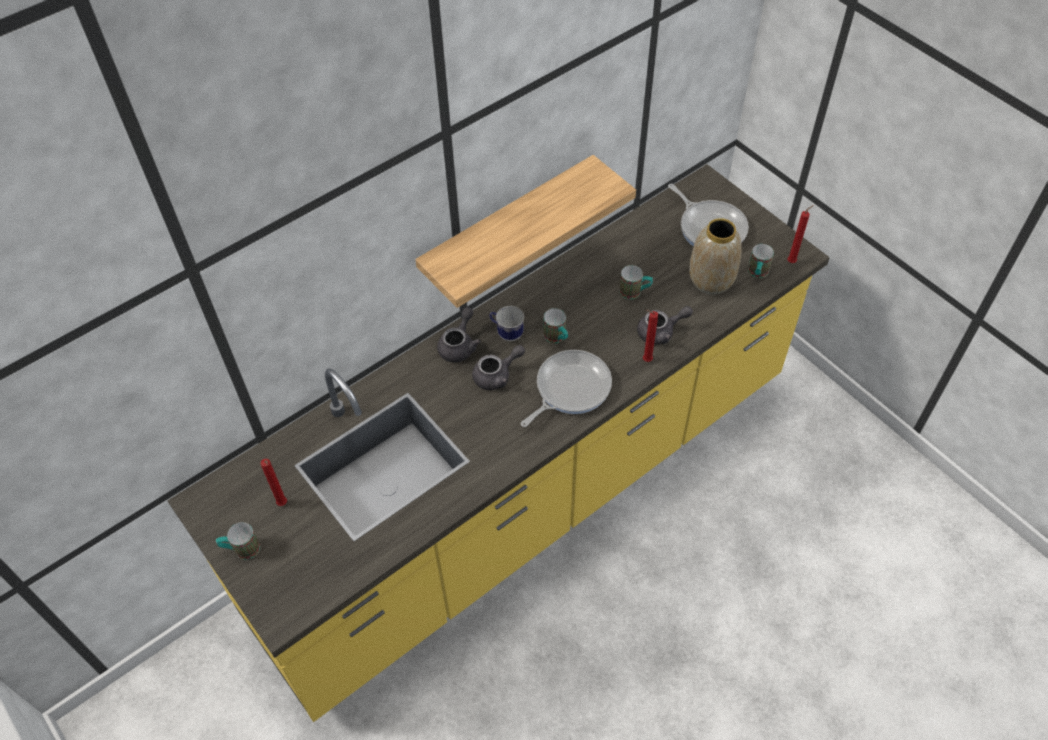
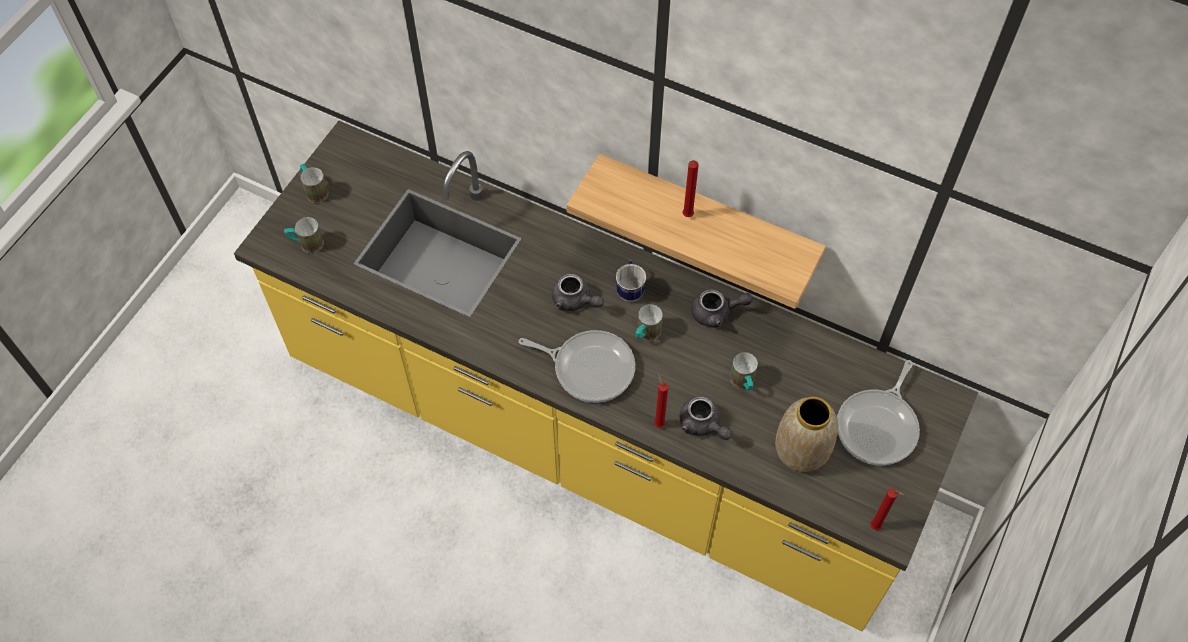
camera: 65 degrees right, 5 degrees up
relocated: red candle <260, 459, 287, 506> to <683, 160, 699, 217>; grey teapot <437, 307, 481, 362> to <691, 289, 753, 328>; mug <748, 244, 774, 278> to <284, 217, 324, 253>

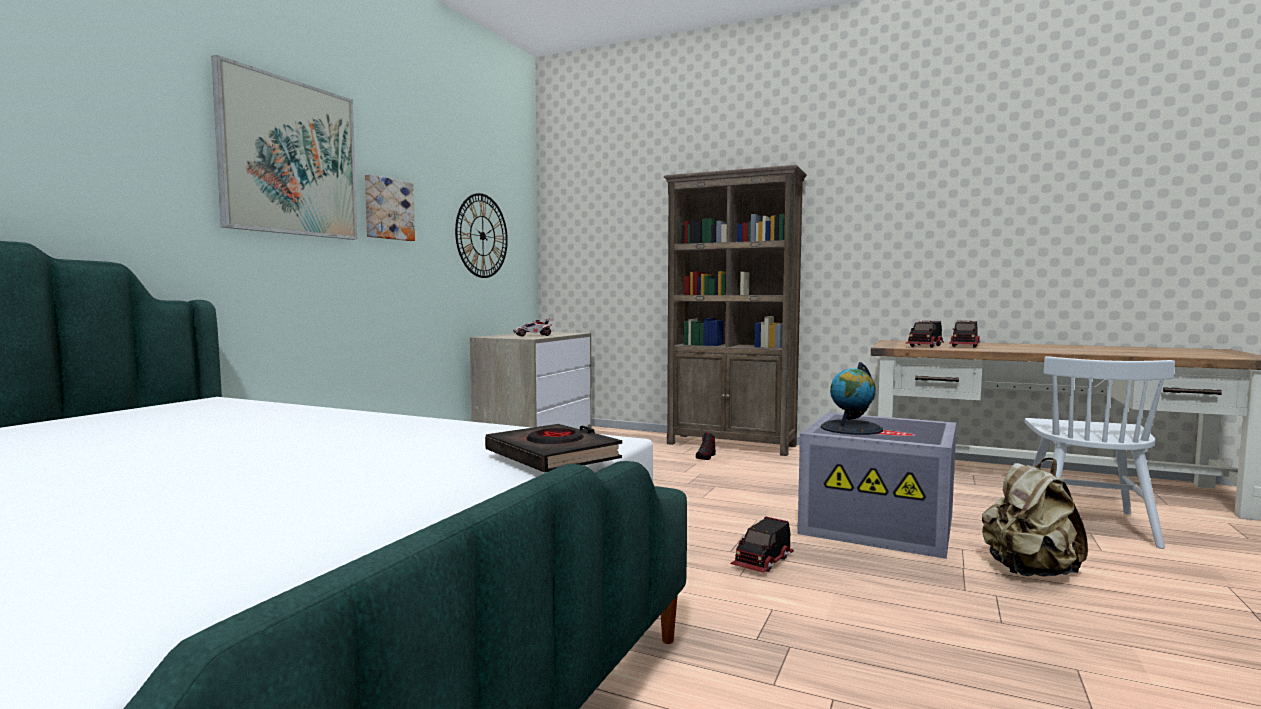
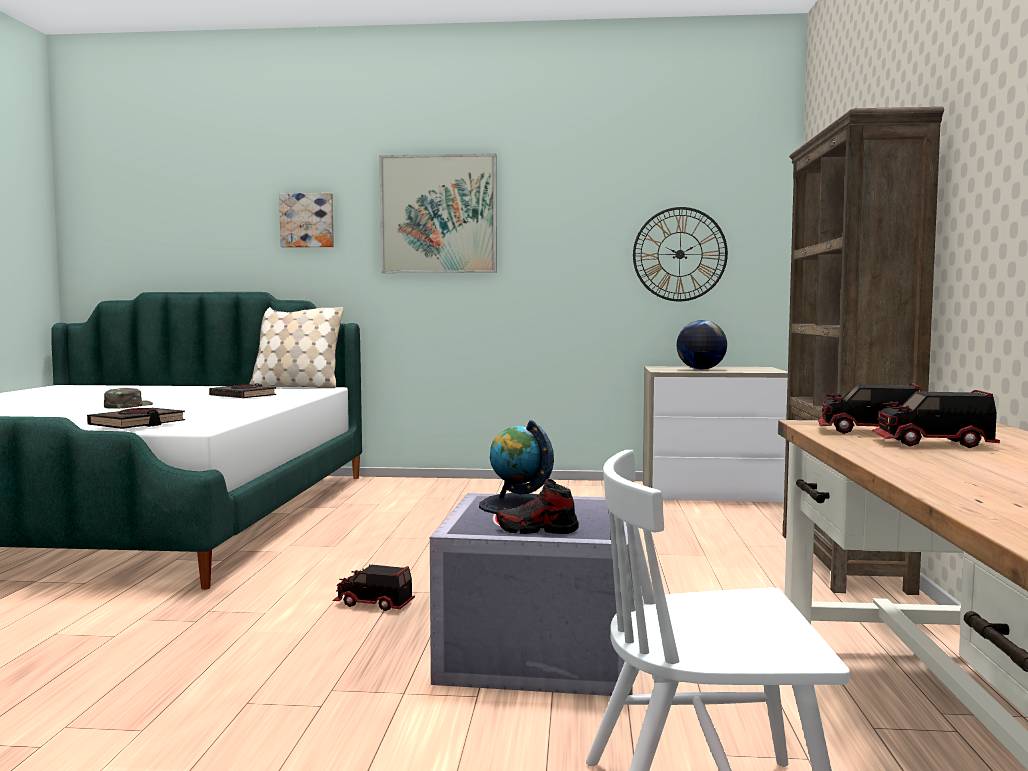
camera: 70 degrees right, 0 degrees up
missing: beige backpack <982, 458, 1088, 576>
appeared: green cap <104, 388, 153, 409>; black book <209, 383, 276, 398>; beige pillow <250, 307, 344, 388>
relocated: picture <365, 174, 415, 241> to <279, 193, 334, 248>; shoe <696, 432, 716, 460> to <496, 479, 579, 534>
exchanged: toy car <513, 318, 553, 337> to globe <676, 320, 727, 370>

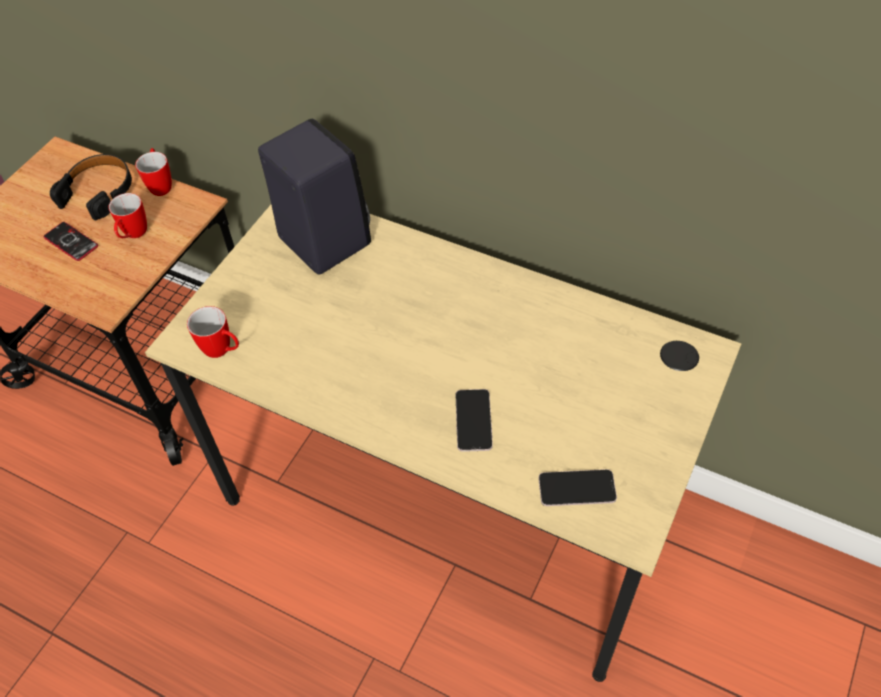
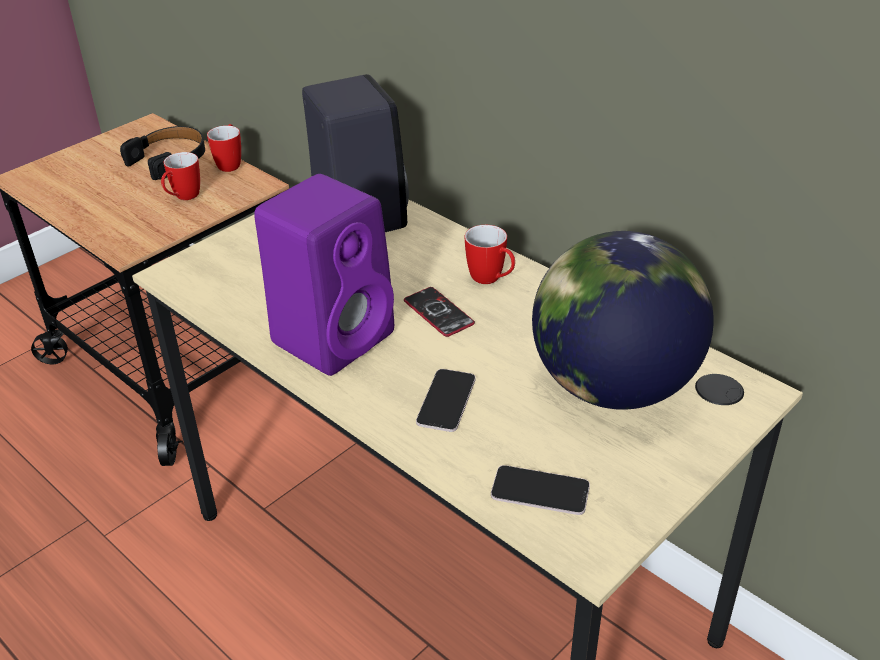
camera: 15 degrees right, 15 degrees down
appeared: purple speaker <254, 174, 394, 376>; globe <532, 231, 714, 410>
relocated: phone <43, 222, 98, 261> to <404, 287, 475, 337>; mug <187, 306, 239, 358> to <465, 225, 515, 284>

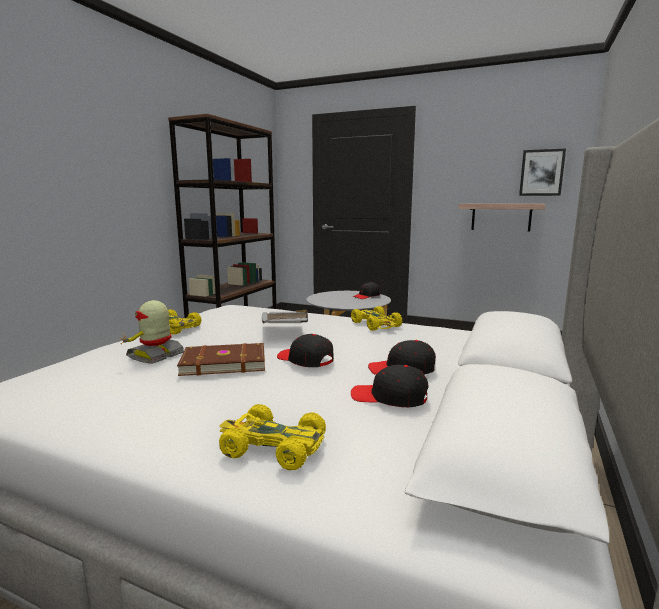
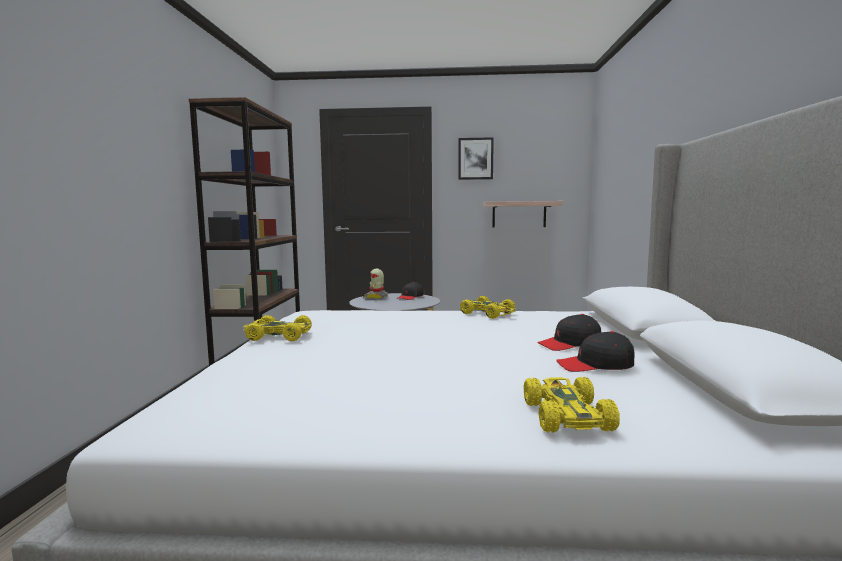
camera: 20 degrees left, 5 degrees down
missing: brown book <177, 343, 265, 376>; white book <262, 310, 308, 323>; black cap <277, 334, 334, 367>
relocated: toy robot <121, 300, 186, 364> to <363, 269, 388, 300>; picture <519, 149, 566, 196> to <458, 137, 494, 180>
spun: yellow toy car <219, 404, 326, 470> = <524, 377, 620, 433> 90 degrees clockwise

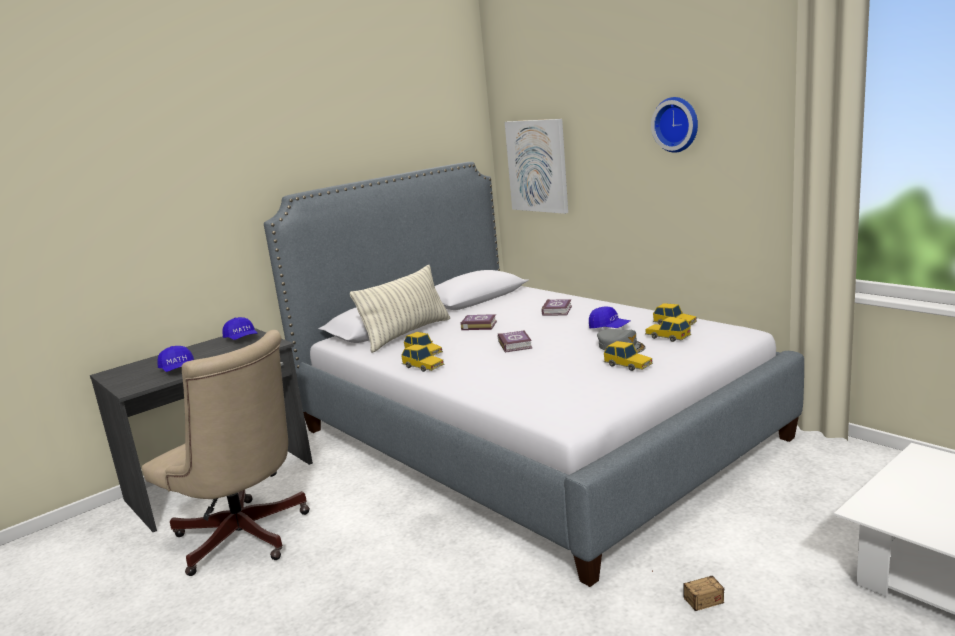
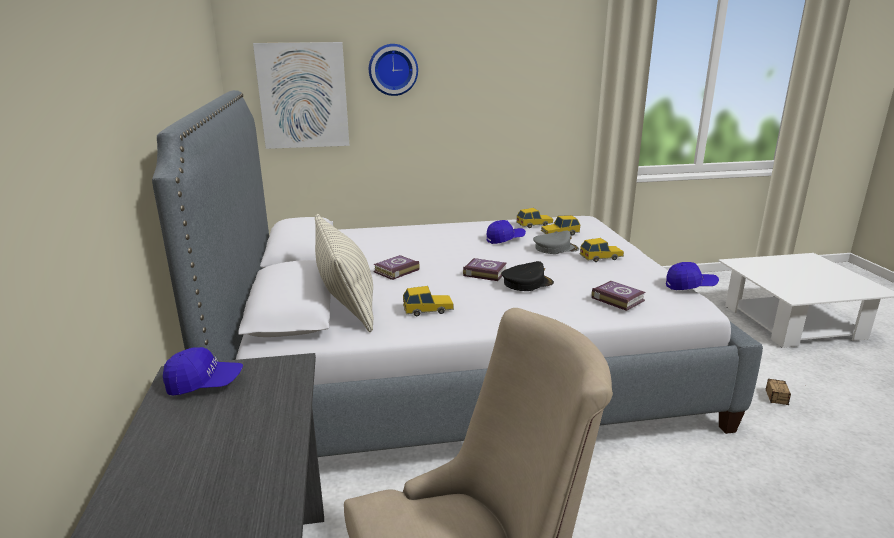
camera: 60 degrees left, 5 degrees up
missing: toy car <401, 344, 445, 372>
appeared: black cap <501, 261, 554, 291>
relocated: blue cap <157, 346, 194, 372> to <666, 262, 719, 290>; book <541, 299, 572, 316> to <591, 281, 646, 311>; wall clock <651, 97, 698, 153> to <369, 44, 418, 96>

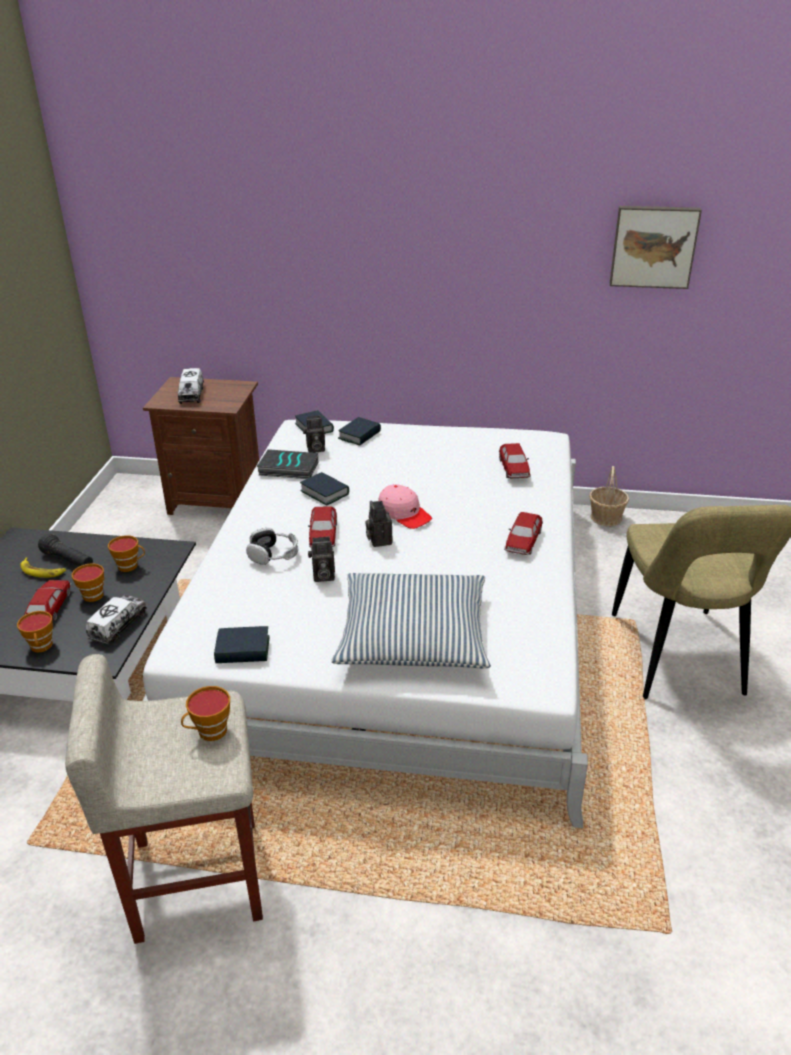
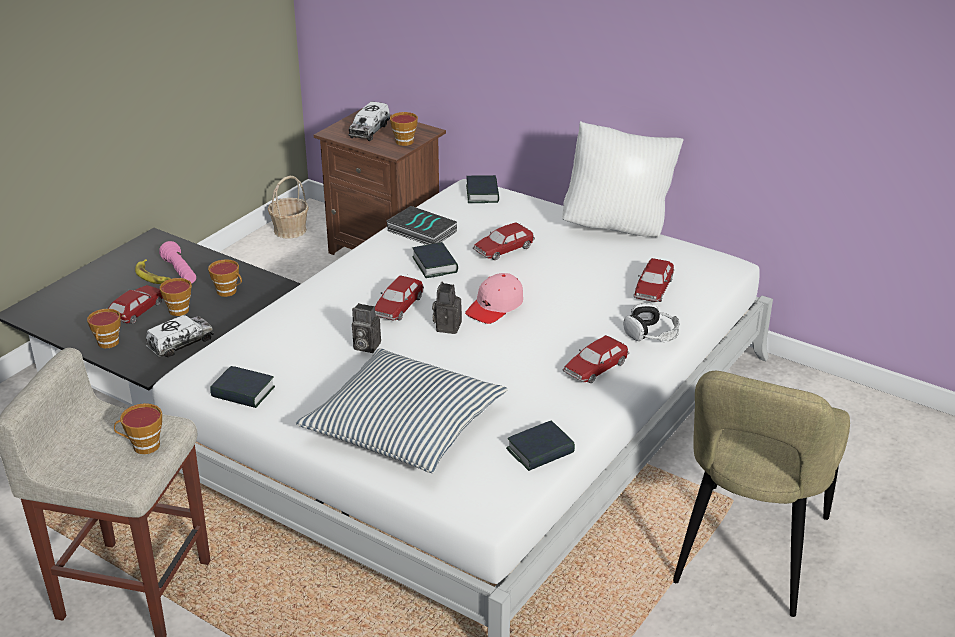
camera: 25 degrees right, 0 degrees up
missing: photo camera <303, 415, 325, 453>; picture <610, 206, 702, 289>
appeared: cup <390, 112, 418, 146>; toy car <473, 222, 535, 260>; white pillow <562, 121, 684, 237>
relocated: headphones <246, 528, 298, 565> to <623, 303, 680, 342>; book <338, 417, 381, 445> to <506, 421, 575, 471>; basket <589, 466, 629, 526> to <268, 176, 309, 239>
colour: black flashlight <38, 534, 93, 566> to pink flashlight <159, 241, 196, 284>
spun: pink cap <378, 484, 432, 529> = <465, 273, 523, 324> 60 degrees clockwise

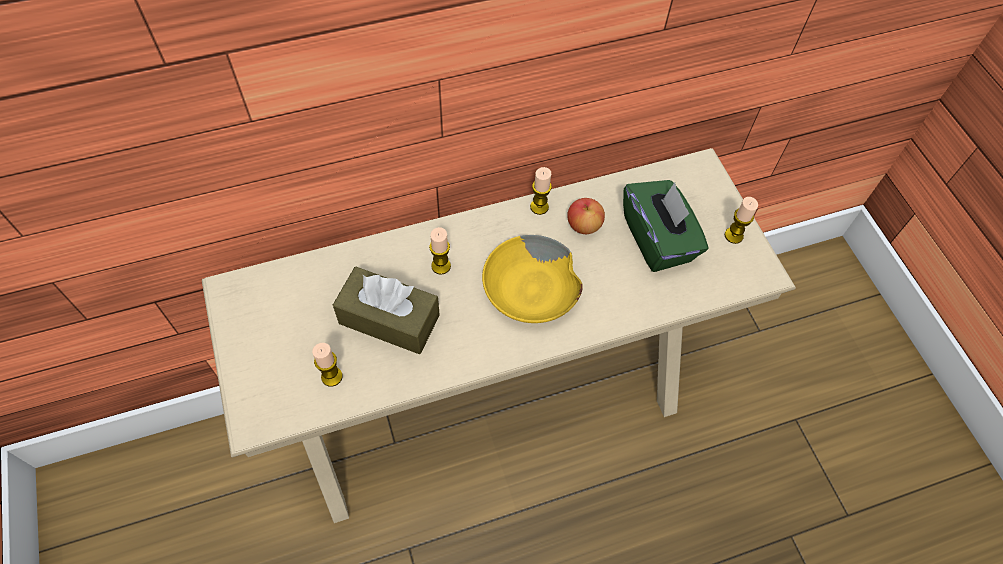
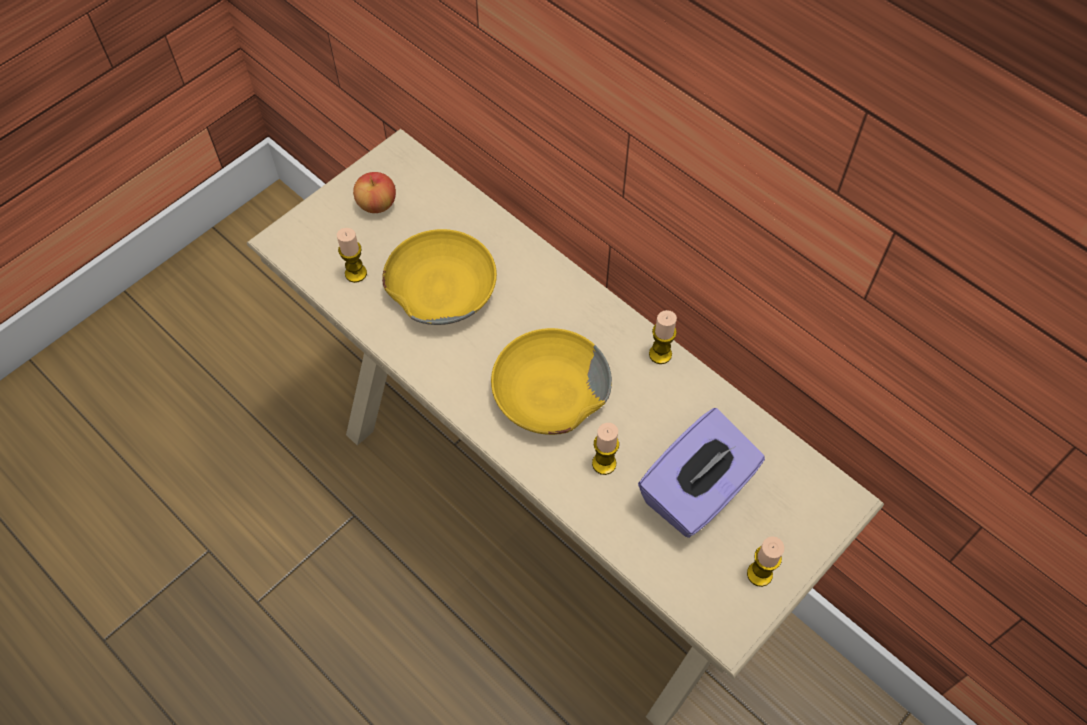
camera: 65 degrees right, 0 degrees up
relocated: candle <429, 227, 451, 275> to <592, 423, 619, 475>; apple <567, 198, 605, 234> to <353, 172, 396, 213>
exchanged: brown tissue box <333, 267, 440, 354> to yellow bowl <382, 229, 497, 325>
colour: green tissue box <623, 180, 708, 272> to purple tissue box <638, 408, 765, 538>

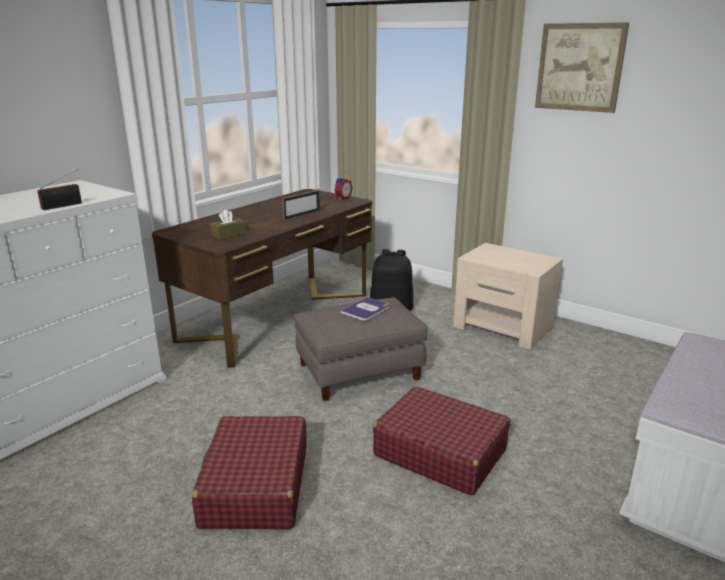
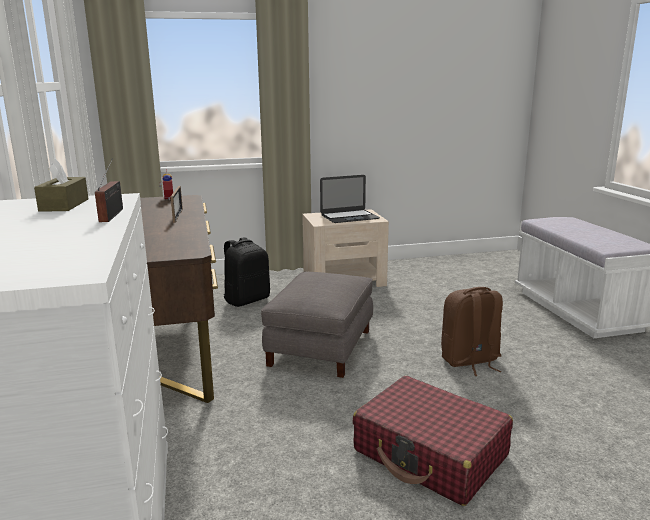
camera: 50 degrees left, 5 degrees down
missing: book <341, 297, 390, 321>; picture <535, 22, 629, 113>
appeared: laptop <320, 175, 380, 223>
relocated: brown tissue box <210, 209, 246, 239> to <34, 158, 89, 212>
exchanged: red suitcase <373, 386, 510, 495> to brown backpack <441, 287, 503, 376>

